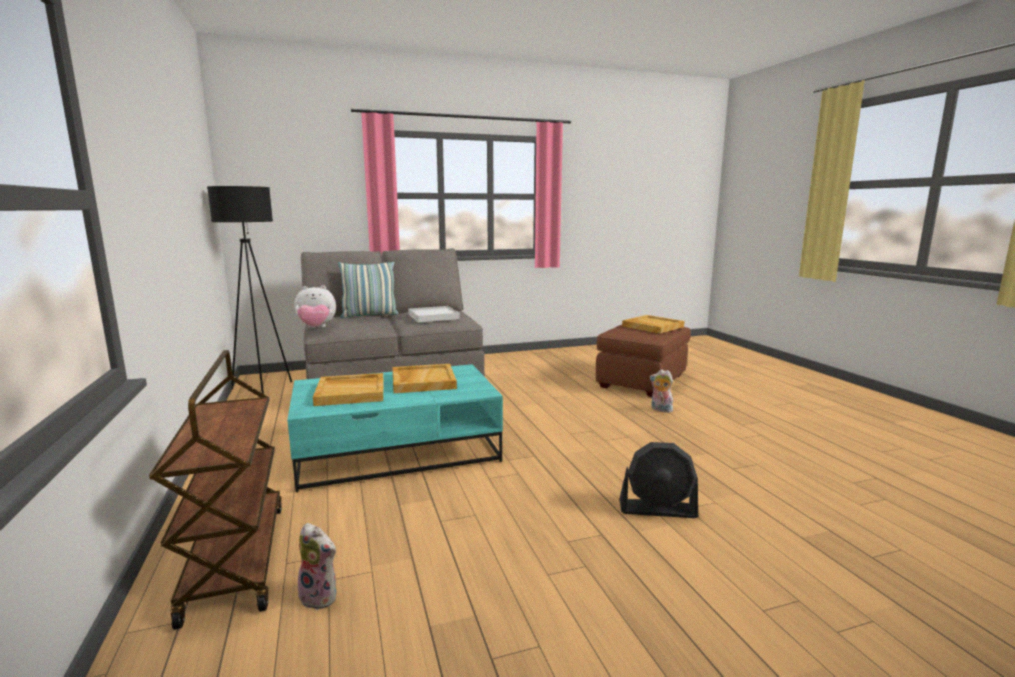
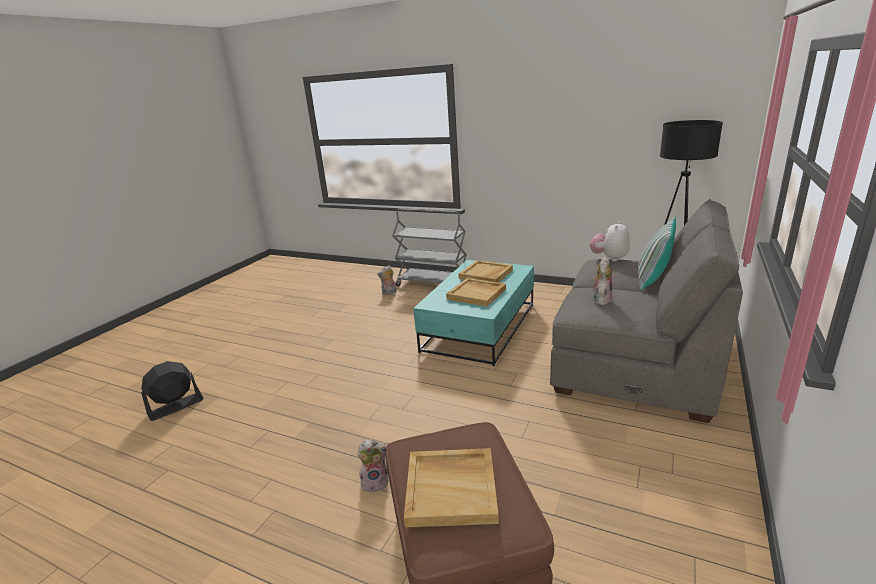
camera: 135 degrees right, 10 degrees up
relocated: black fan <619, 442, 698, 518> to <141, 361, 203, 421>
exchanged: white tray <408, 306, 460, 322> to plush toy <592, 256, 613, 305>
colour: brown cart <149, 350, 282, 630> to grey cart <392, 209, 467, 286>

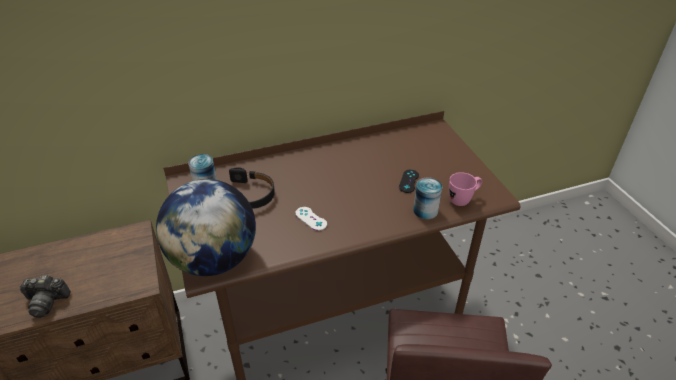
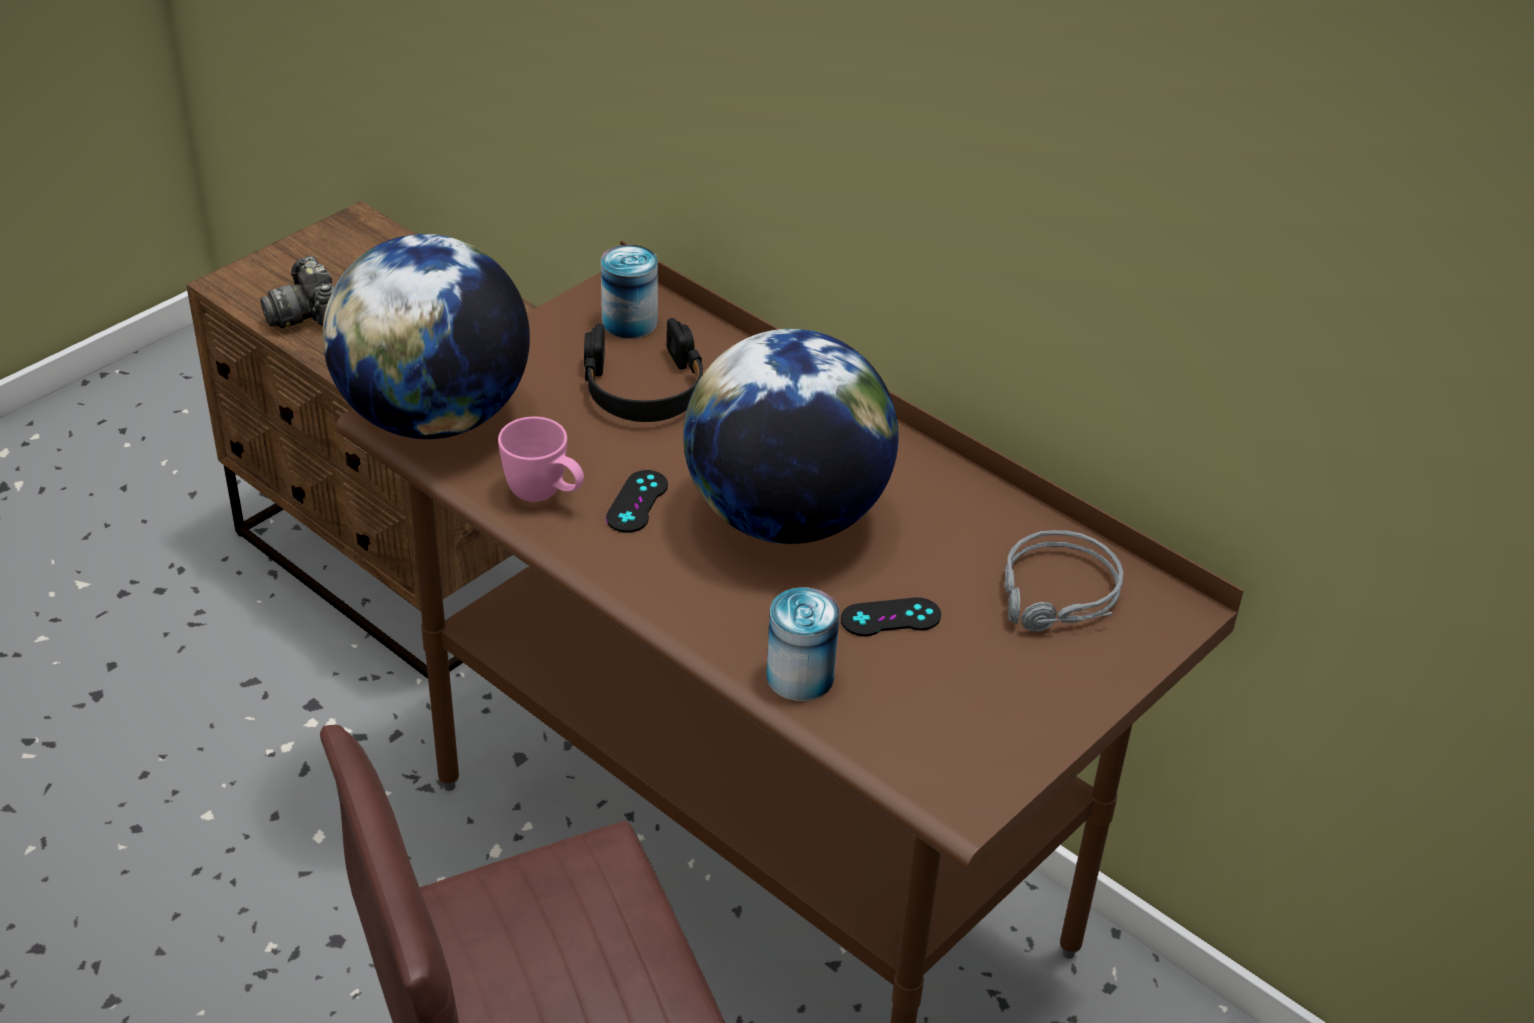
camera: 60 degrees right, 0 degrees up
appeared: globe <683, 329, 898, 544>; grey headphones <1003, 530, 1123, 632>
relocated: pink mug <449, 172, 482, 206> to <498, 417, 584, 502>
colour: white game controller <295, 207, 327, 231> to black game controller <606, 470, 668, 533>

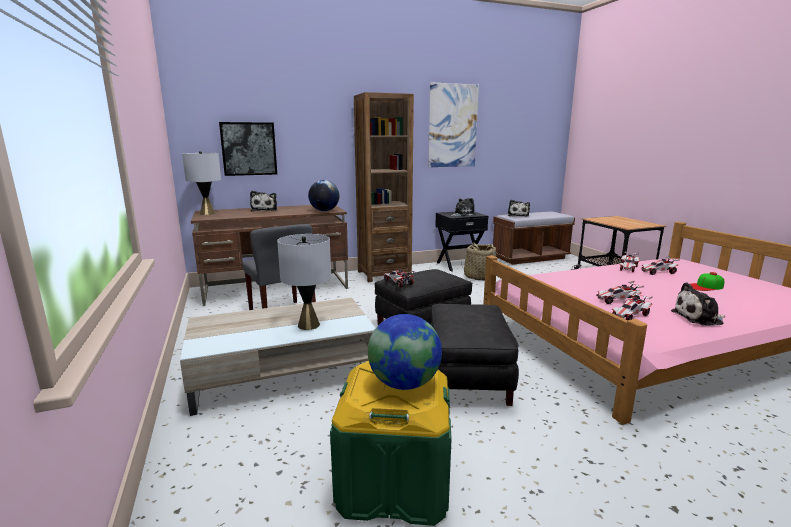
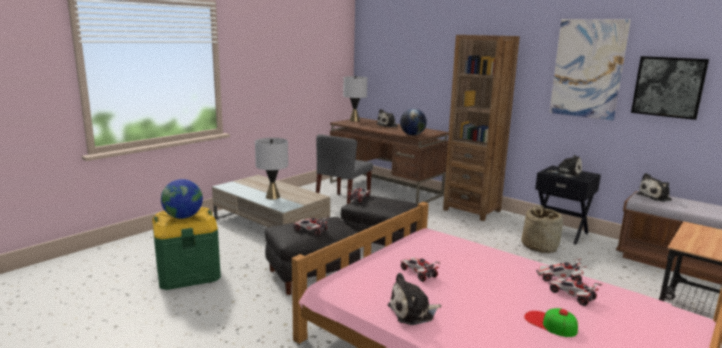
camera: 60 degrees right, 0 degrees up
relocated: picture <219, 122, 277, 176> to <631, 56, 709, 120>; toy car <611, 291, 653, 320> to <293, 217, 329, 236>
spun: plush toy <671, 282, 726, 326> = <388, 273, 441, 325> 75 degrees counterclockwise

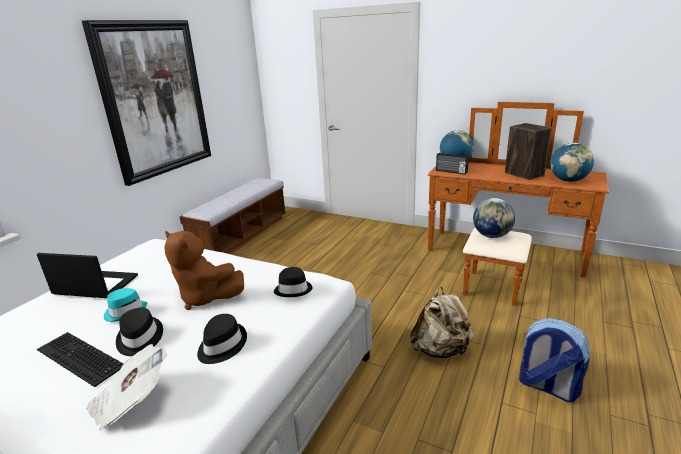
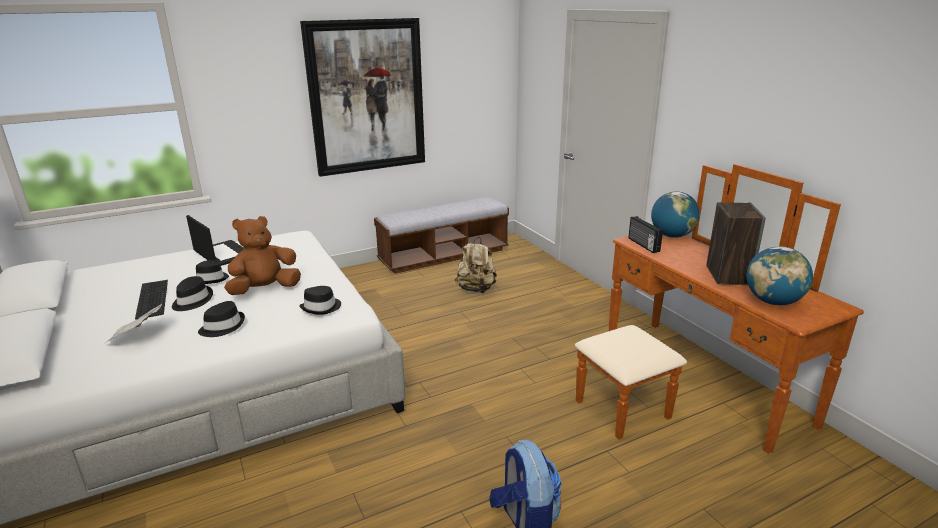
camera: 35 degrees right, 0 degrees up
missing: globe <473, 198, 515, 238>
relocated: beige backpack <410, 287, 474, 358> to <455, 237, 497, 293>
colour: turquoise hat <104, 288, 147, 322> to black hat <196, 260, 229, 284>
spun: brown plush toy <164, 231, 244, 310> = <224, 216, 301, 295> 75 degrees clockwise

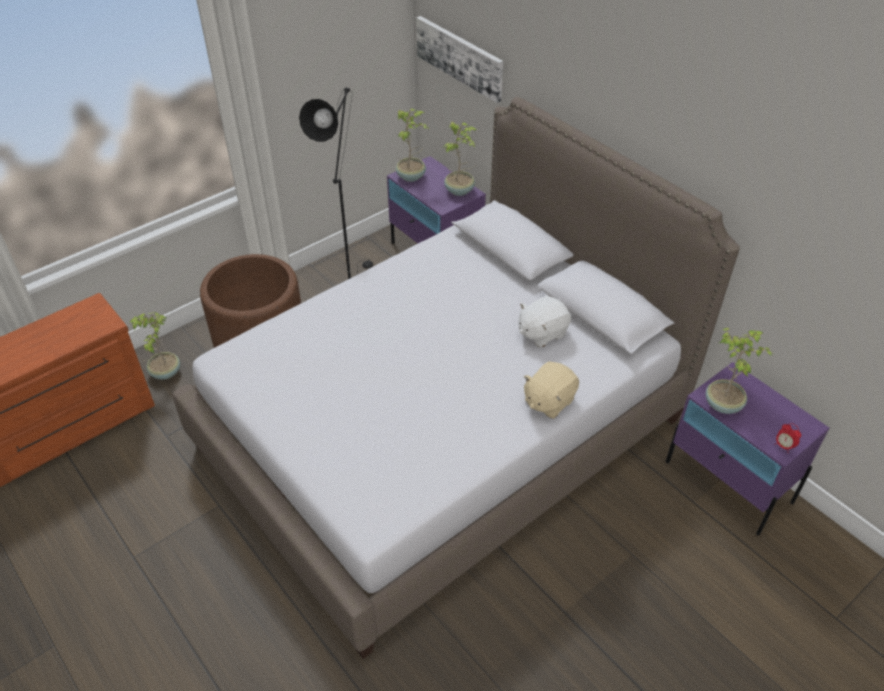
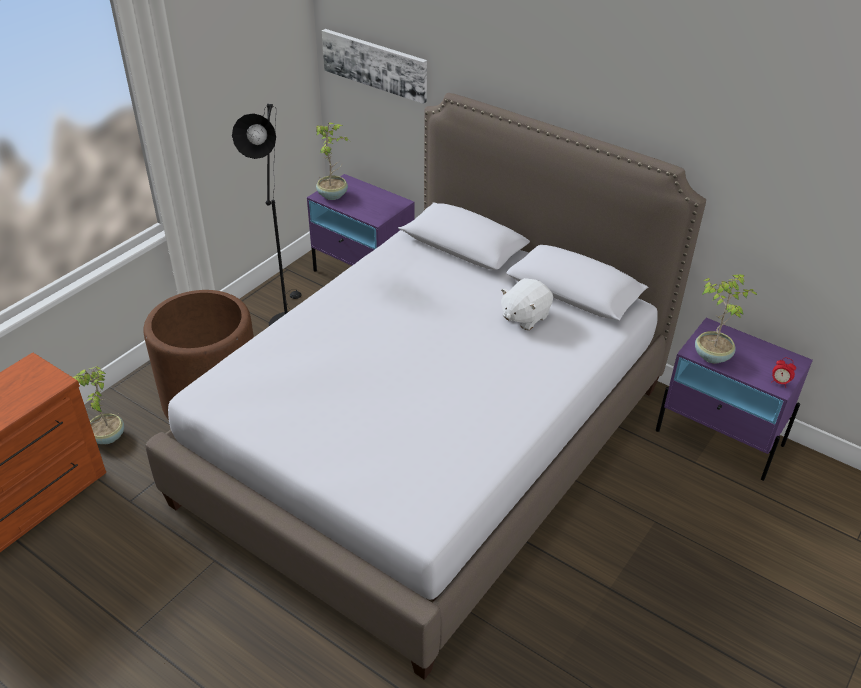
camera: 15 degrees left, 5 degrees down
missing: potted plant <444, 121, 477, 196>; beige plush toy <524, 361, 579, 419>

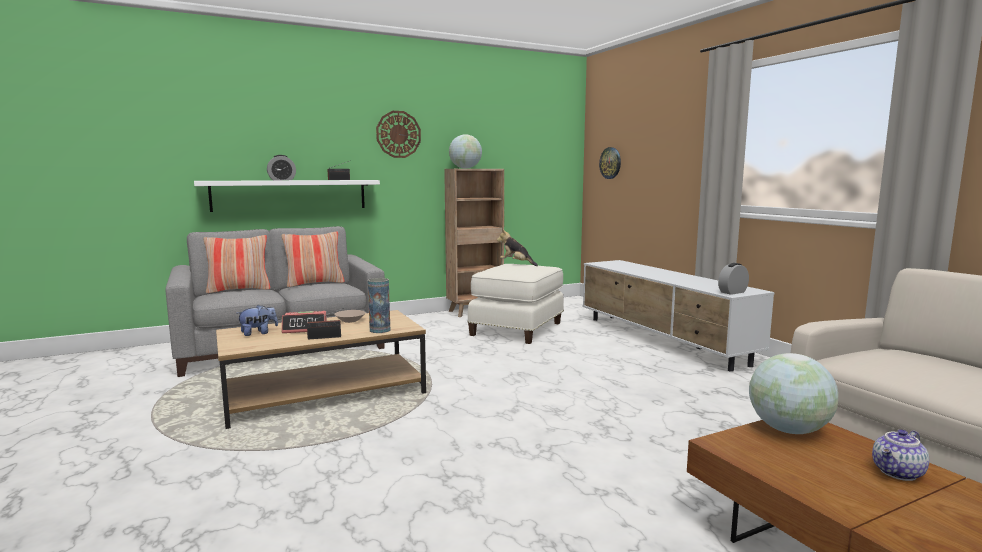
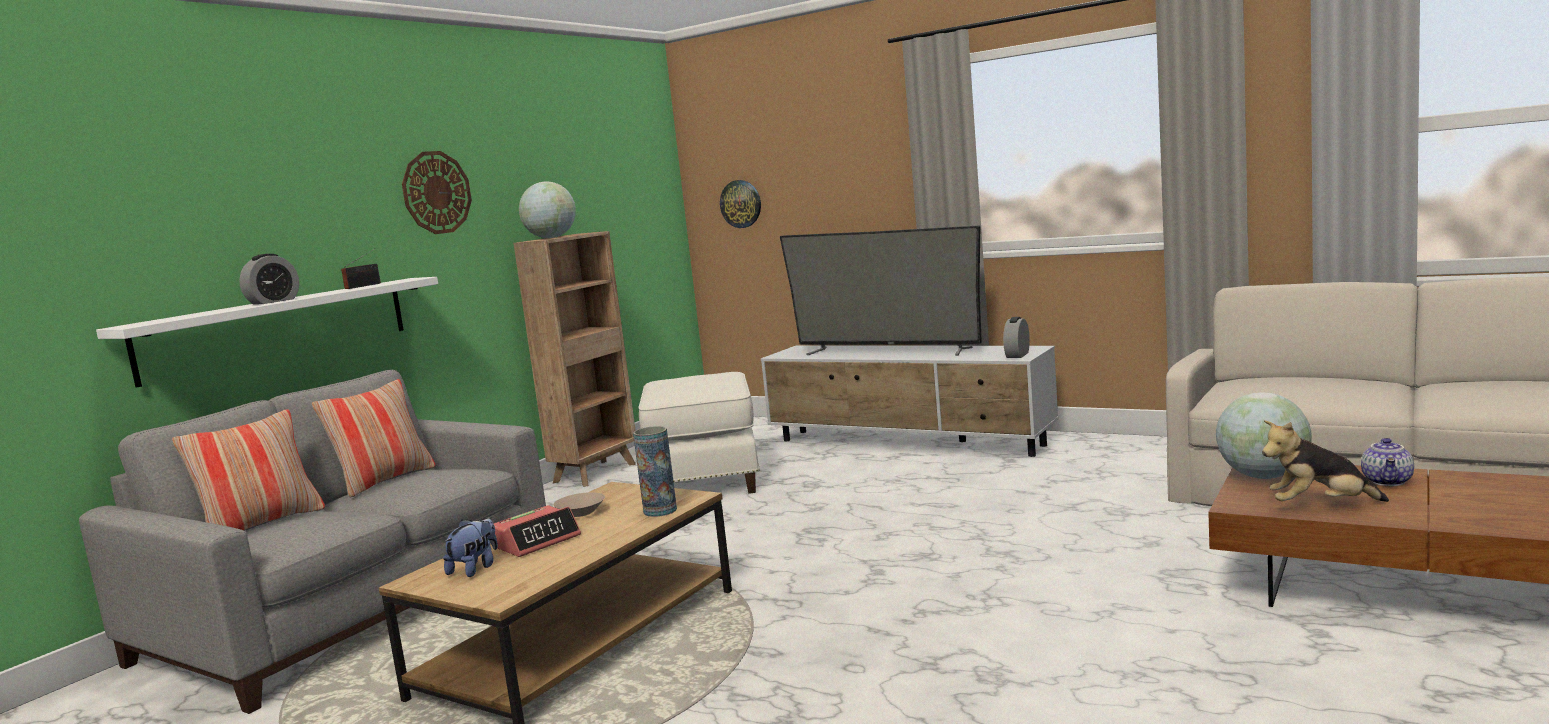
camera: 30 degrees left, 0 degrees up
missing: radio <307, 308, 344, 339>
appeared: television <780, 226, 982, 356>
relocated: plush toy <497, 230, 538, 266> to <1262, 420, 1389, 502>

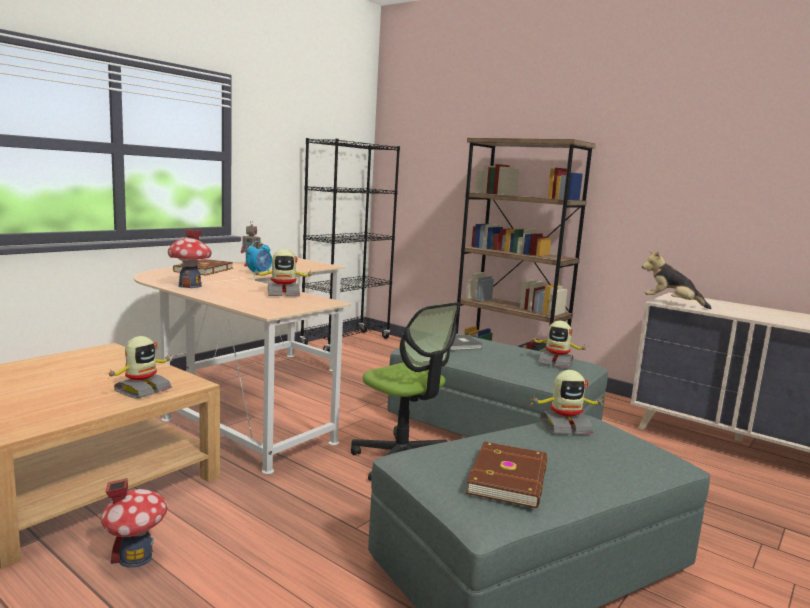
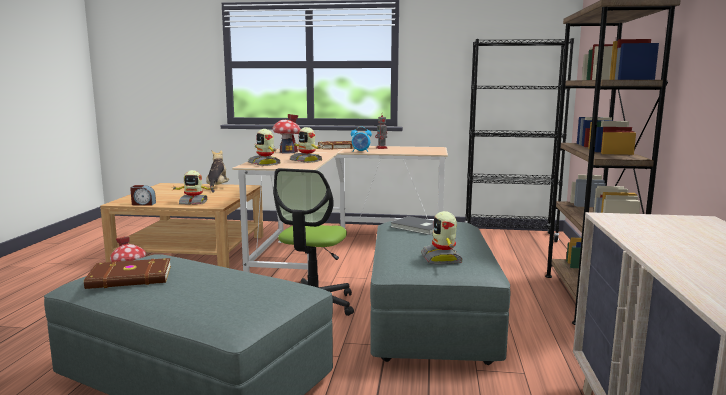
camera: 60 degrees right, 0 degrees up
appeared: alarm clock <130, 185, 156, 205>
relocated: toy robot <529, 370, 605, 434> to <248, 129, 281, 166>; plush toy <642, 251, 712, 309> to <206, 150, 229, 193>

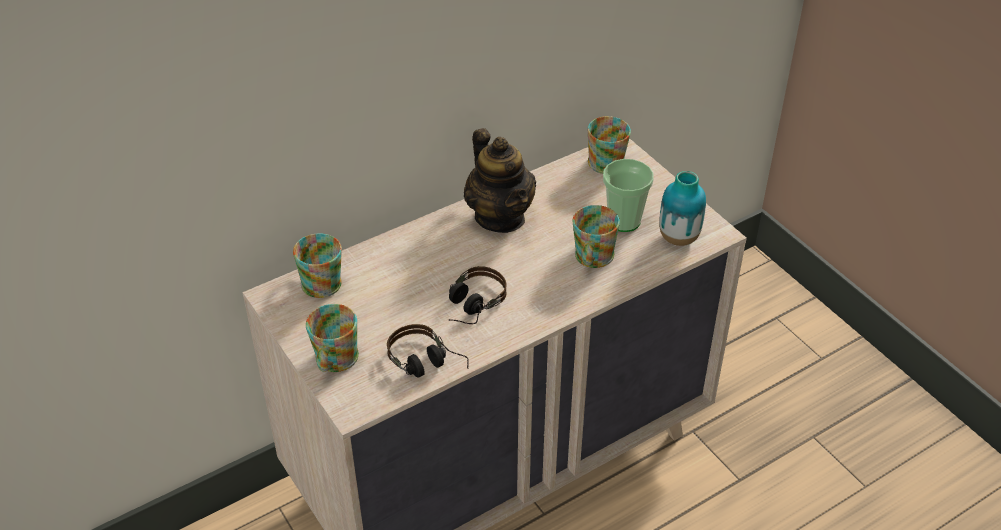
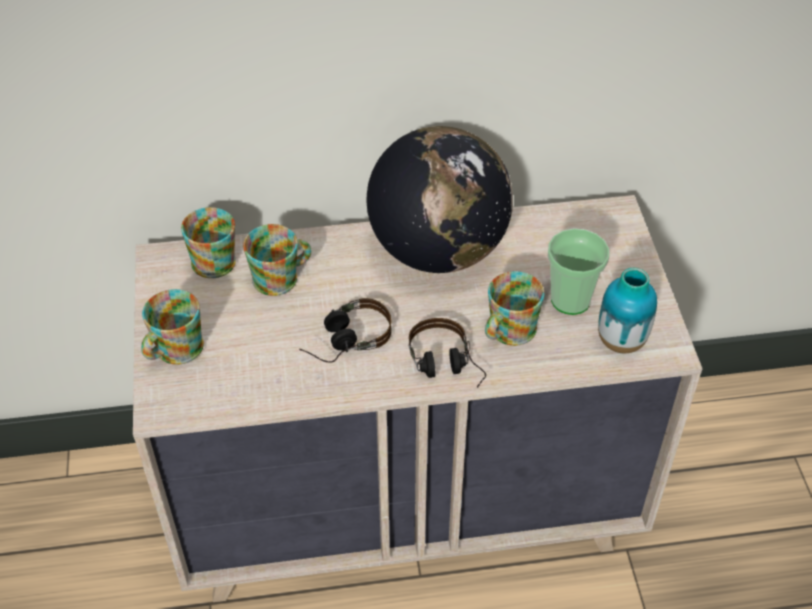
camera: 25 degrees right, 5 degrees up
relocated: headphones <387, 324, 469, 378> to <409, 318, 486, 388>; mug <588, 116, 631, 174> to <243, 224, 311, 296>
exchanged: teapot <464, 128, 536, 233> to globe <366, 126, 513, 273>

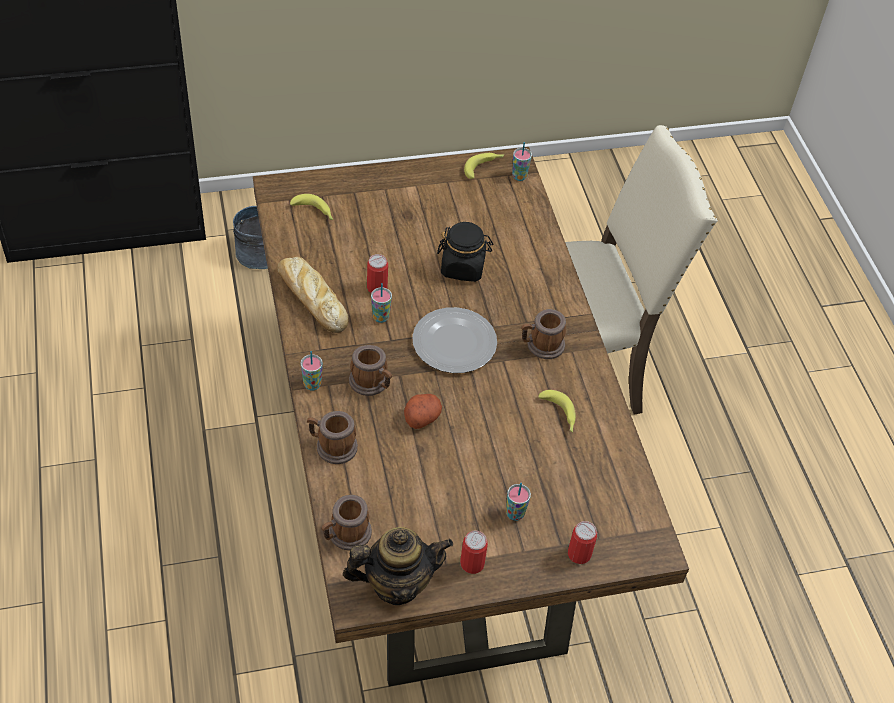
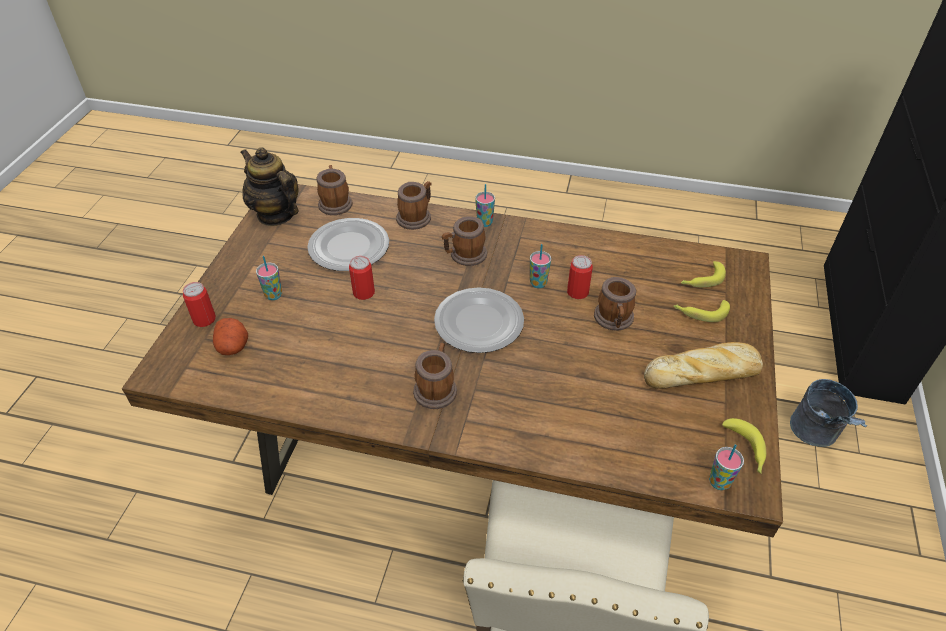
camera: 120 degrees right, 5 degrees down
missing: black jar <437, 222, 493, 282>
appeared: plate <307, 218, 389, 271>; mug <594, 277, 636, 331>
relocated: bread <277, 257, 349, 333> to <644, 342, 763, 389>; potato <404, 394, 442, 429> to <213, 318, 248, 355>; can <460, 531, 488, 574> to <349, 256, 375, 300>; banana <538, 390, 576, 432> to <673, 300, 730, 322>
spun: teapot <343, 527, 453, 605> = <240, 147, 299, 226> 120 degrees clockwise

